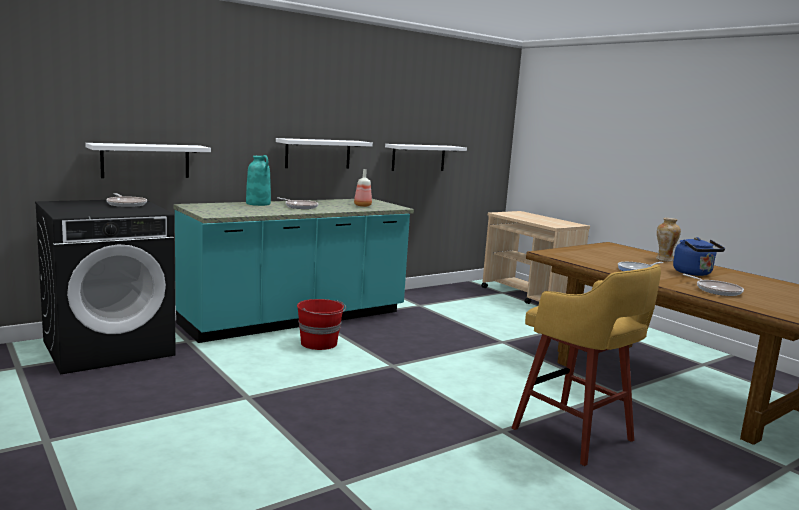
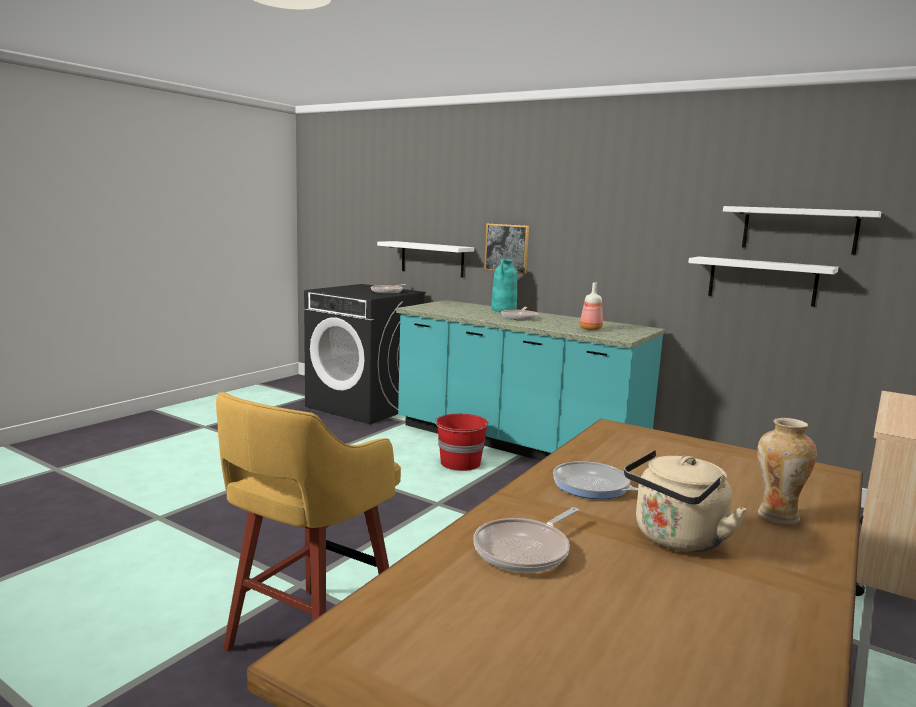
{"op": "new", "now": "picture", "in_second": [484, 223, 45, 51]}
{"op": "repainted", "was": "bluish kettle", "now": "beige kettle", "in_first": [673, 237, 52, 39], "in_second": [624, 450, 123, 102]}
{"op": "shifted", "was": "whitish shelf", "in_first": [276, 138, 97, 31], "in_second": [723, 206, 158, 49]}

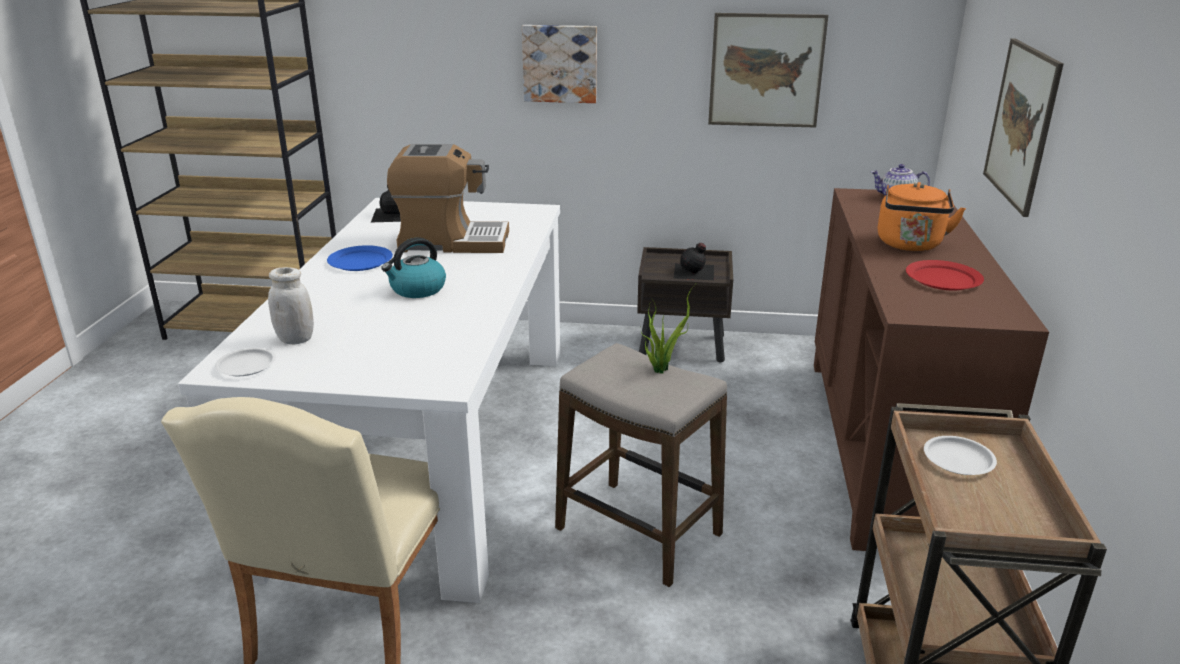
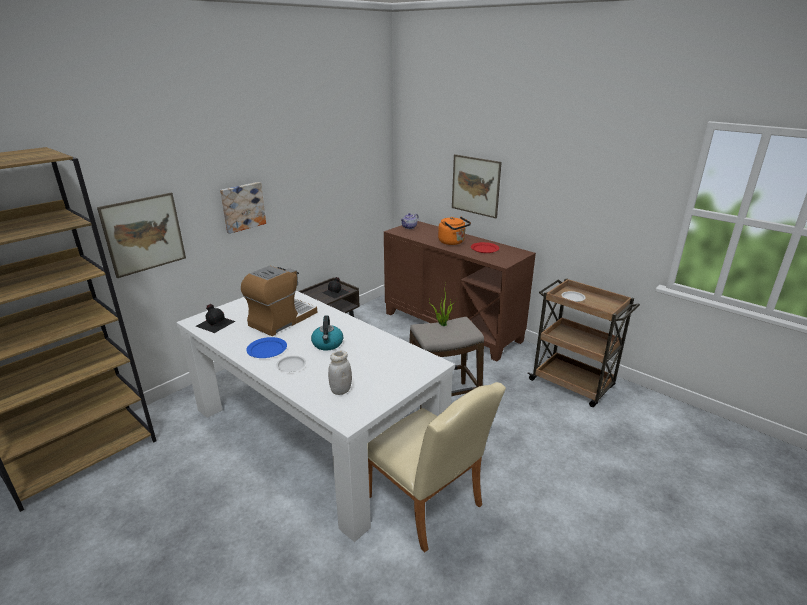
{"op": "shifted", "was": "picture", "in_first": [708, 13, 120, 115], "in_second": [97, 193, 89, 85]}
{"op": "shifted", "was": "whitish flat dish", "in_first": [215, 348, 61, 28], "in_second": [276, 356, 30, 16]}

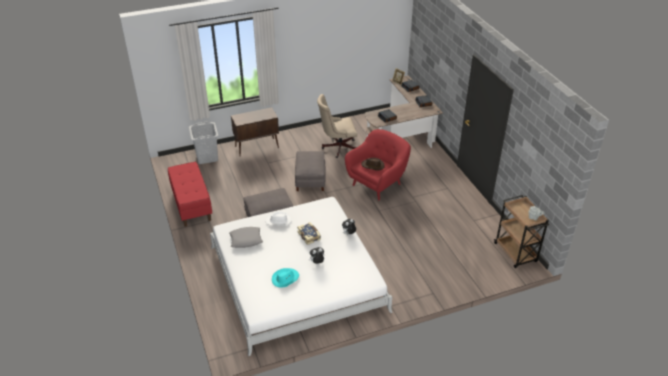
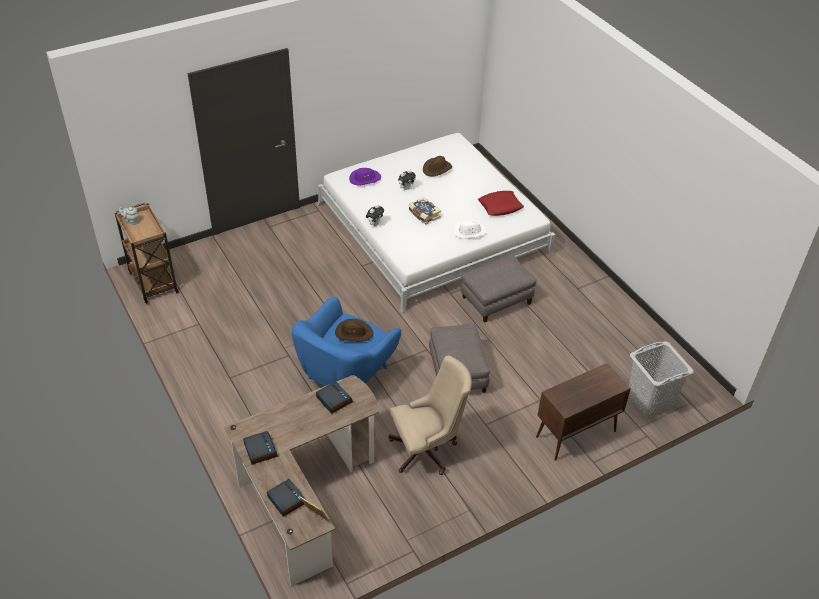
{"op": "repainted", "was": "red-coloured lounge chair", "now": "bluish lounge chair", "in_first": [345, 129, 66, 71], "in_second": [292, 297, 109, 89]}
{"op": "new", "now": "purplish hat", "in_second": [349, 168, 32, 18]}
{"op": "repainted", "was": "turquoise hat", "now": "brownish hat", "in_first": [272, 268, 27, 20], "in_second": [423, 156, 29, 21]}
{"op": "repainted", "was": "greyish cushion", "now": "red-coloured cushion", "in_first": [229, 227, 34, 21], "in_second": [478, 191, 46, 25]}
{"op": "gone", "was": "red-coloured indoor bench", "in_first": [168, 162, 44, 65]}

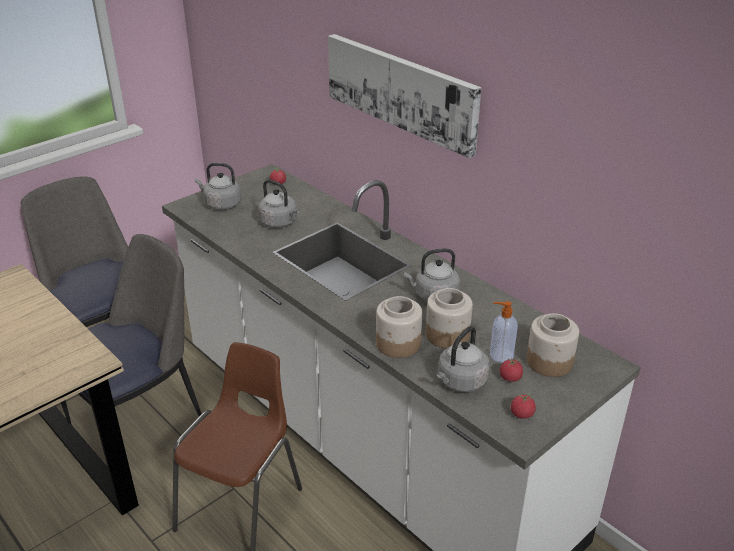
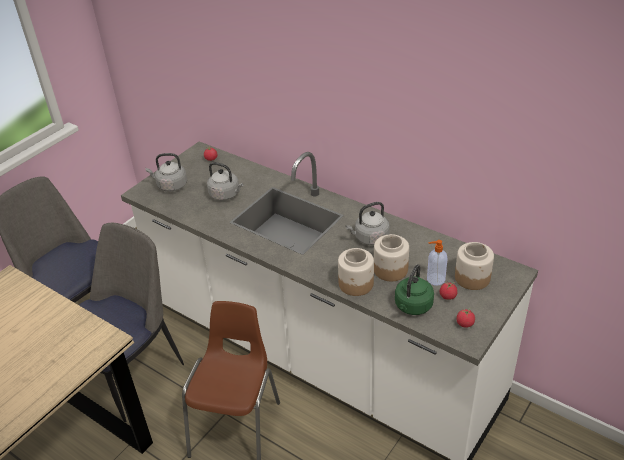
{"op": "repainted", "was": "greyish kettle", "now": "greenish kettle", "in_first": [437, 326, 53, 66], "in_second": [395, 265, 39, 50]}
{"op": "gone", "was": "picture", "in_first": [328, 34, 153, 124]}

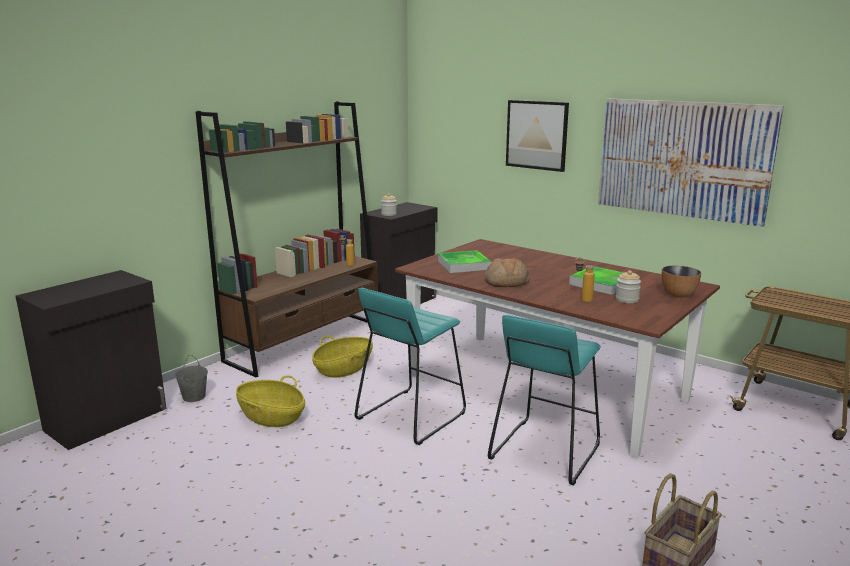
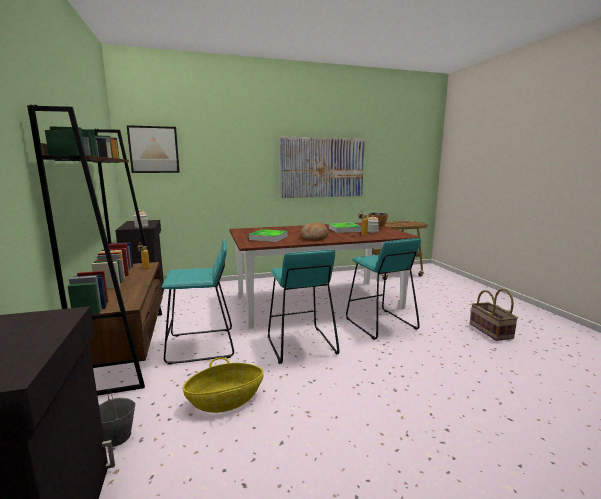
{"op": "shifted", "was": "picture", "in_first": [506, 100, 63, 72], "in_second": [126, 125, 54, 48]}
{"op": "swapped", "was": "household basket", "now": "turquoise sitting stool", "in_first": [312, 336, 61, 42], "in_second": [162, 239, 72, 126]}

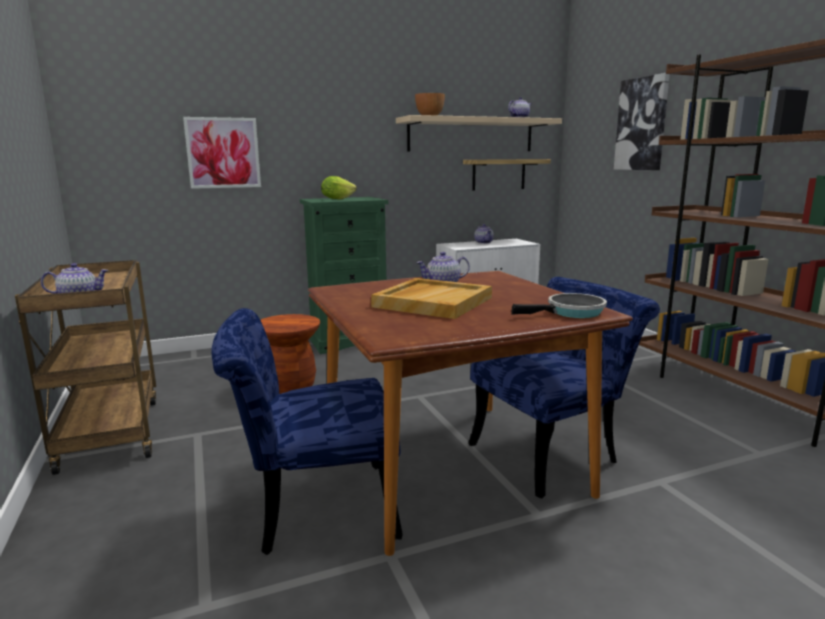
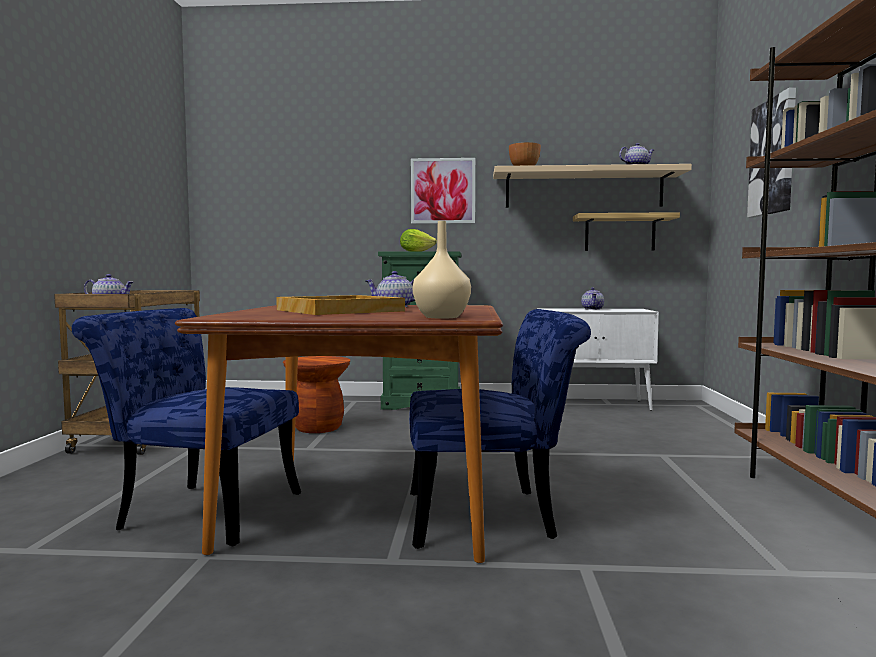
{"op": "shifted", "was": "picture", "in_first": [183, 117, 78, 72], "in_second": [411, 158, 64, 66]}
{"op": "swapped", "was": "pan", "now": "beige decorative vase", "in_first": [511, 293, 96, 25], "in_second": [413, 221, 58, 98]}

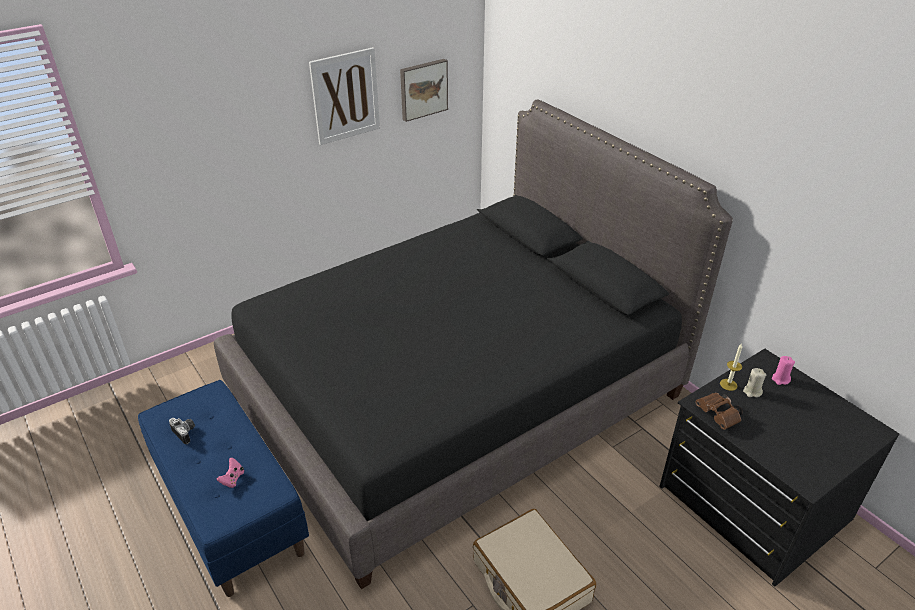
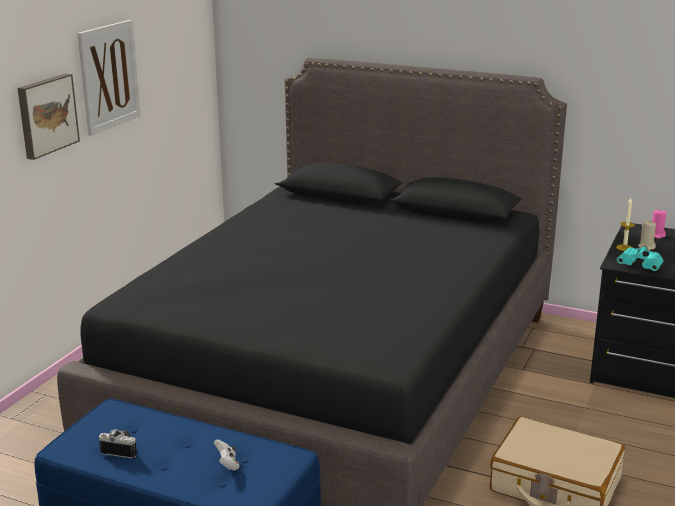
{"op": "shifted", "was": "picture", "in_first": [400, 59, 48, 63], "in_second": [18, 73, 62, 87]}
{"op": "repainted", "was": "pinkish game controller", "now": "whitish game controller", "in_first": [217, 458, 27, 30], "in_second": [214, 440, 25, 31]}
{"op": "repainted", "was": "brownish field glasses", "now": "turquoise field glasses", "in_first": [696, 393, 47, 37], "in_second": [617, 245, 47, 26]}

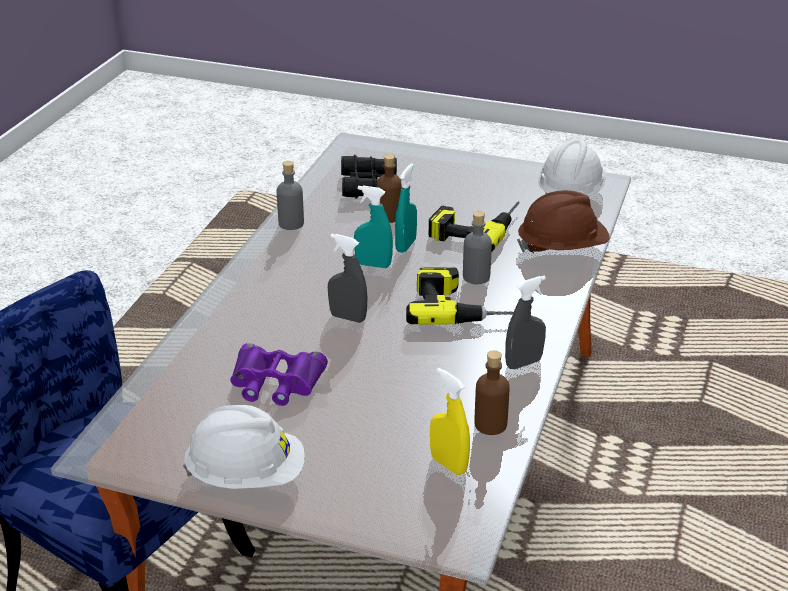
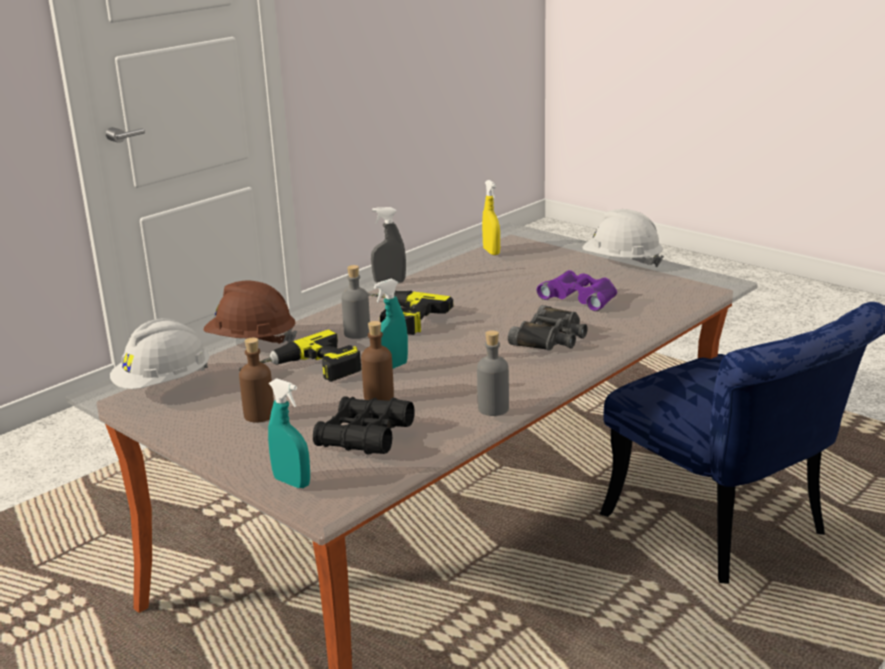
{"op": "shifted", "was": "brownish drink bottle", "in_first": [475, 350, 35, 85], "in_second": [239, 338, 35, 85]}
{"op": "shifted", "was": "turquoise spray bottle", "in_first": [354, 185, 39, 83], "in_second": [268, 378, 42, 110]}
{"op": "new", "now": "black-coloured field glasses", "in_second": [508, 305, 80, 46]}
{"op": "gone", "was": "greyish spray bottle", "in_first": [328, 234, 39, 89]}

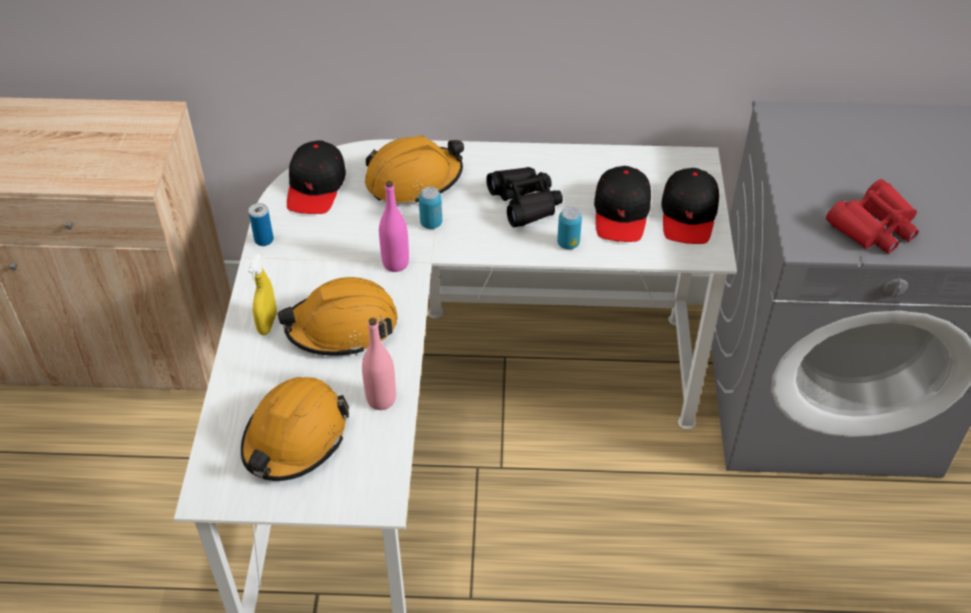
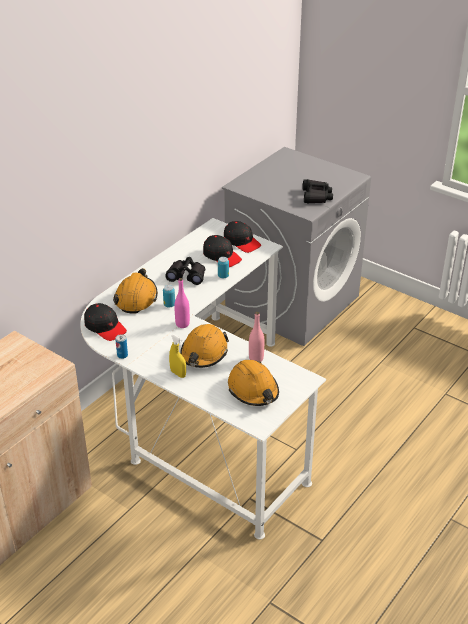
{"op": "repainted", "was": "red-coloured field glasses", "now": "black-coloured field glasses", "in_first": [826, 179, 93, 75], "in_second": [302, 179, 31, 25]}

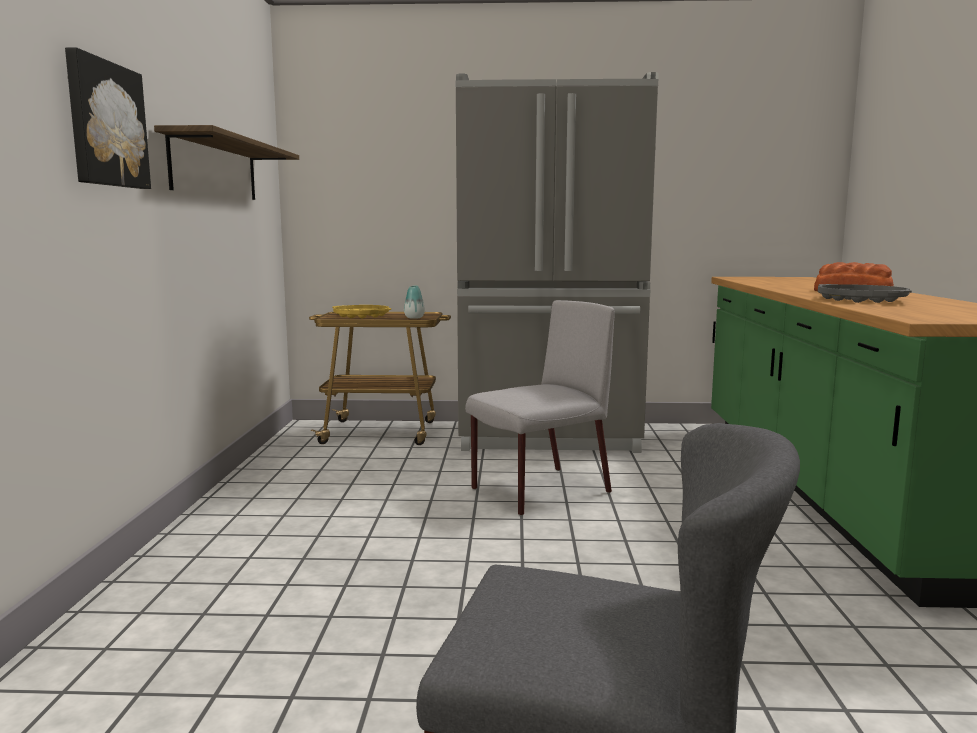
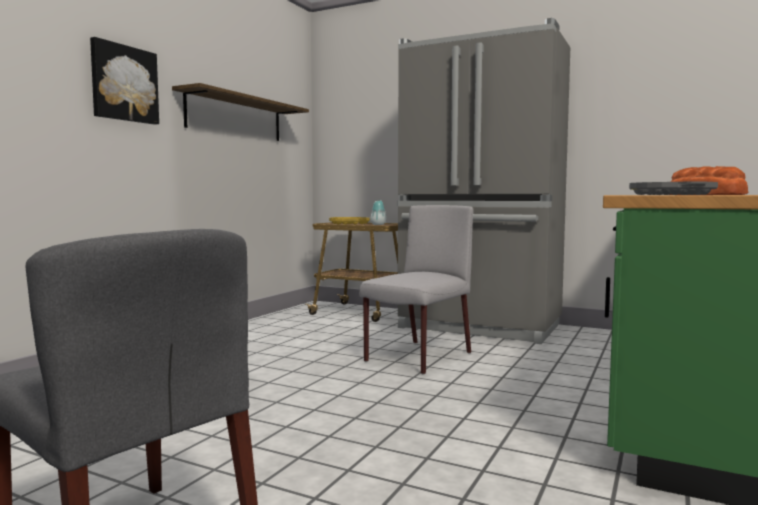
{"op": "rotated", "was": "greyish chair", "in_first": [465, 300, 150, 216], "in_second": [359, 205, 114, 170], "clockwise": -45}

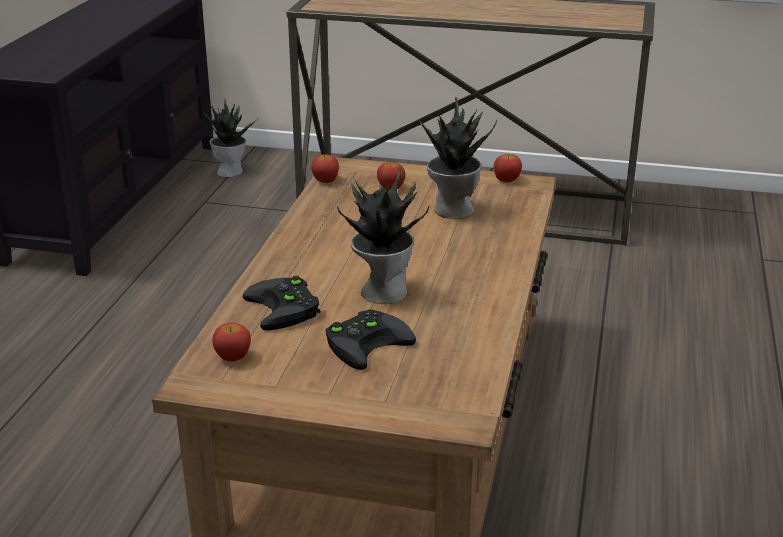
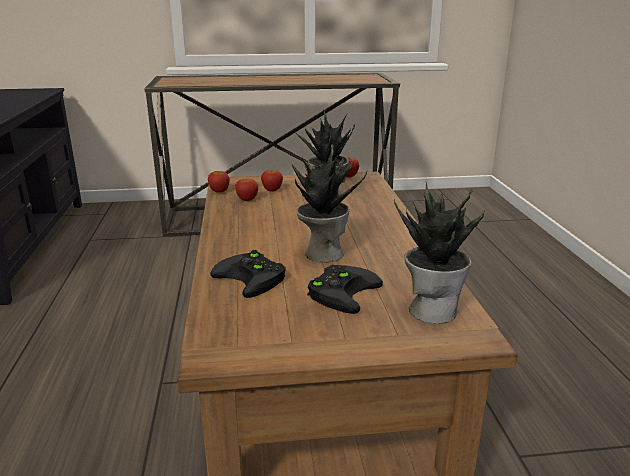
{"op": "shifted", "was": "whole apple", "in_first": [212, 323, 39, 39], "in_second": [235, 179, 23, 22]}
{"op": "shifted", "was": "plant in a pot", "in_first": [203, 100, 56, 77], "in_second": [394, 183, 92, 141]}

